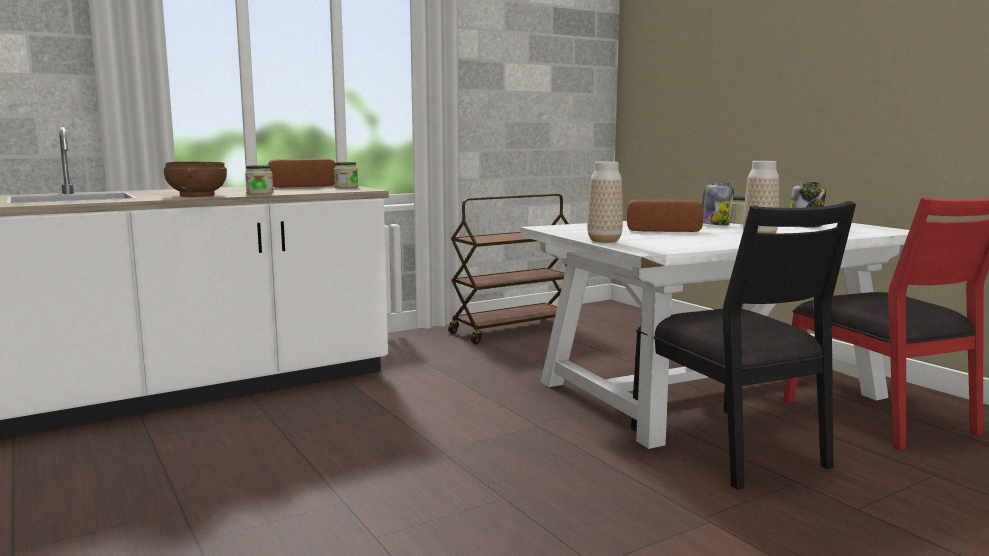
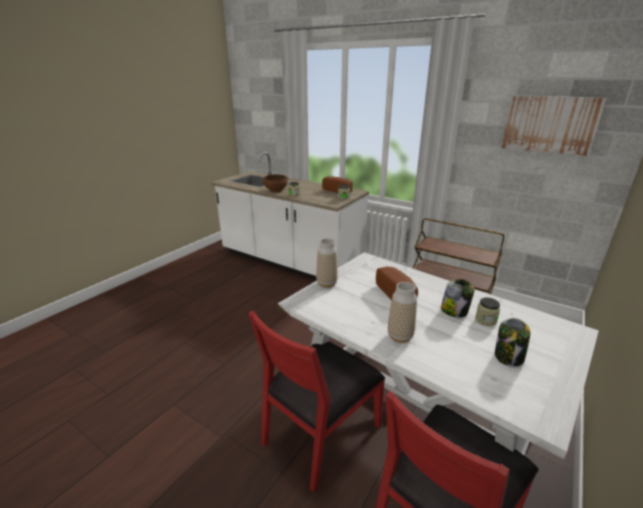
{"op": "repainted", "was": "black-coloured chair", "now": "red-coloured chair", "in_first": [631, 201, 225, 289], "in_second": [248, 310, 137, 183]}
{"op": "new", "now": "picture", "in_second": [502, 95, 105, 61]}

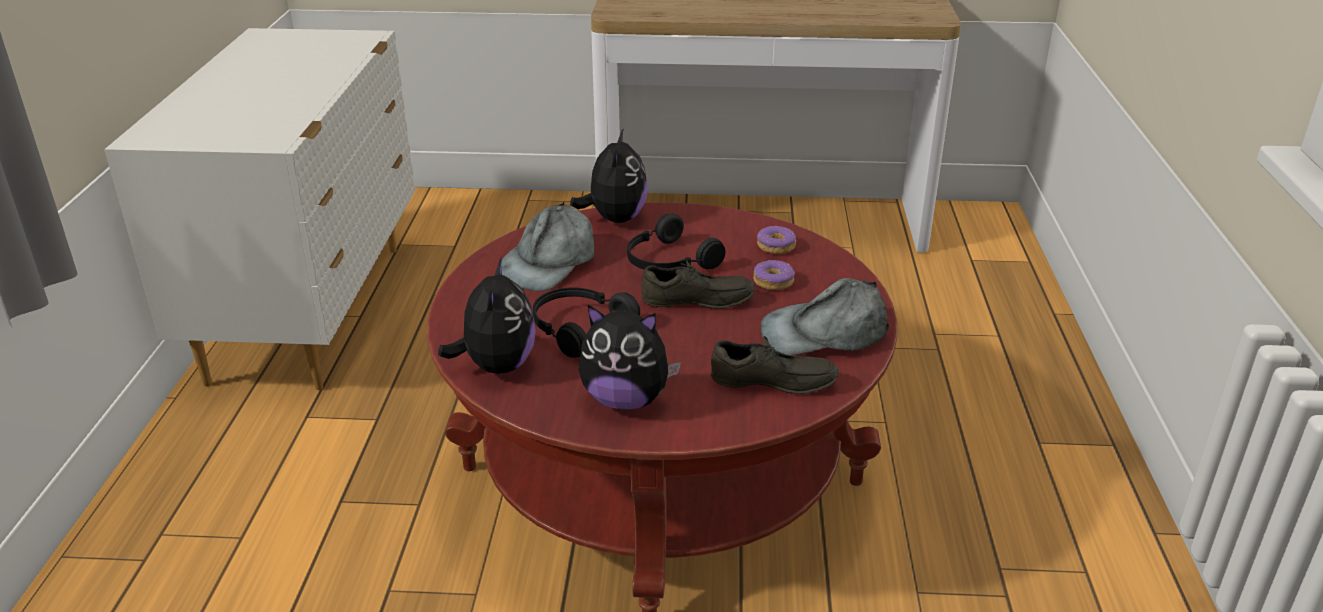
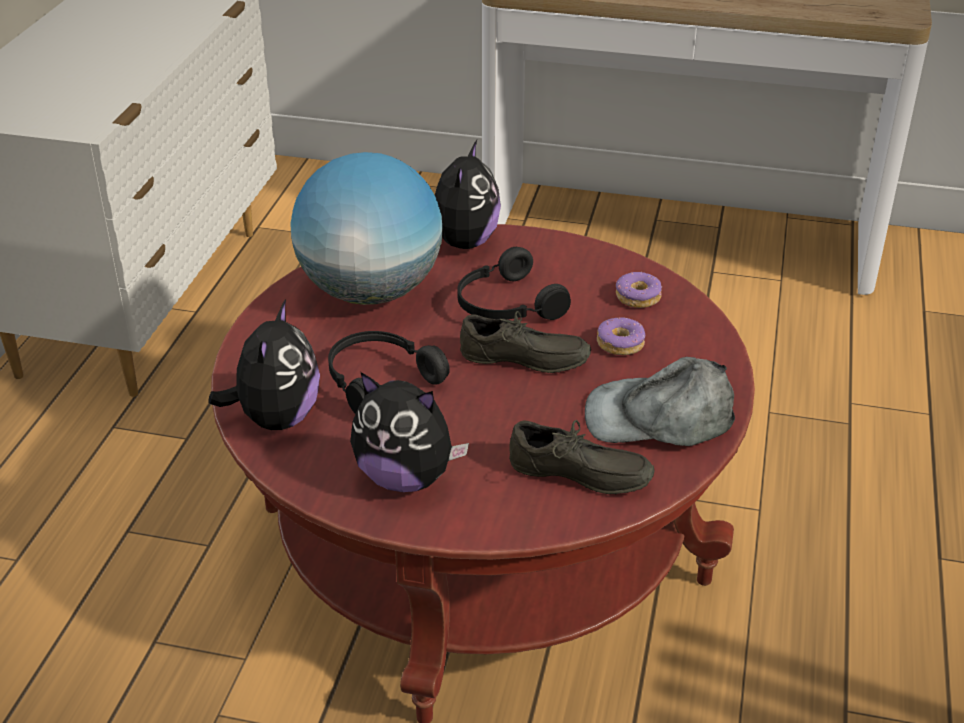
{"op": "swapped", "was": "greyish cap", "now": "world globe", "in_first": [496, 202, 98, 89], "in_second": [290, 152, 152, 153]}

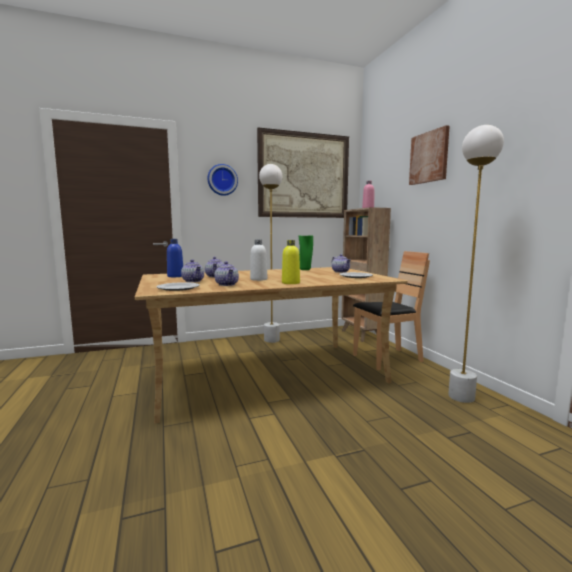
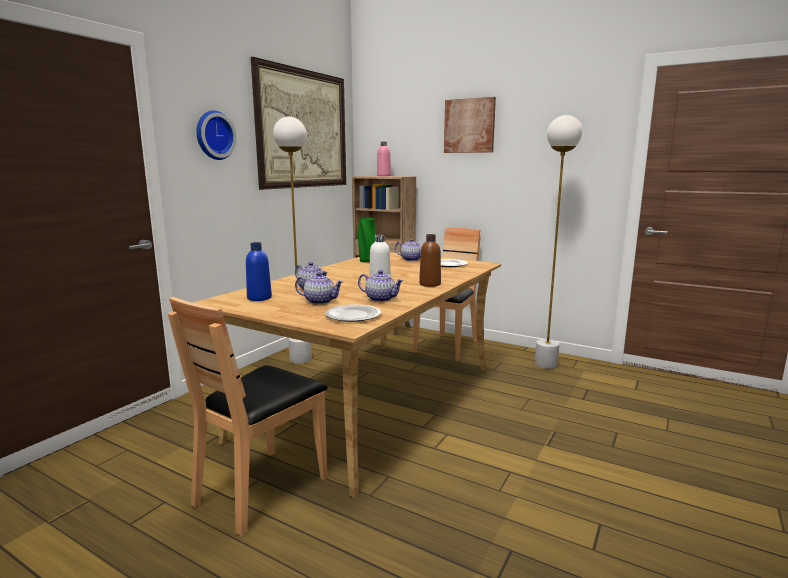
{"op": "new", "now": "brownish chair", "in_second": [168, 297, 160, 239]}
{"op": "repainted", "was": "yellow drink bottle", "now": "brownish drink bottle", "in_first": [282, 240, 18, 44], "in_second": [419, 234, 22, 53]}

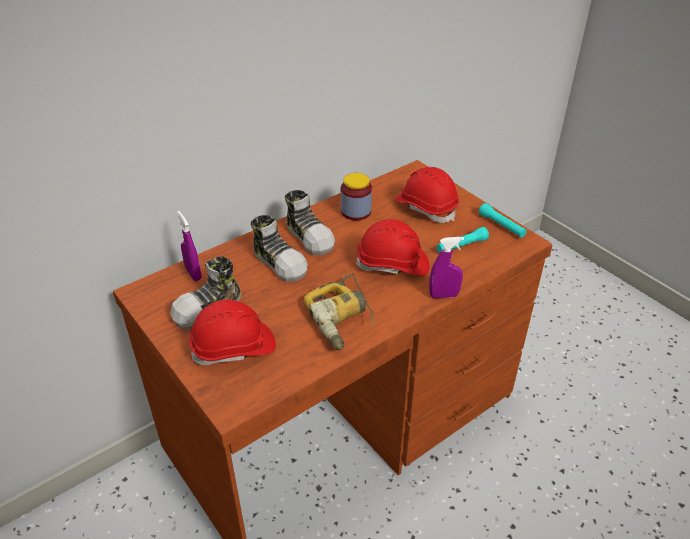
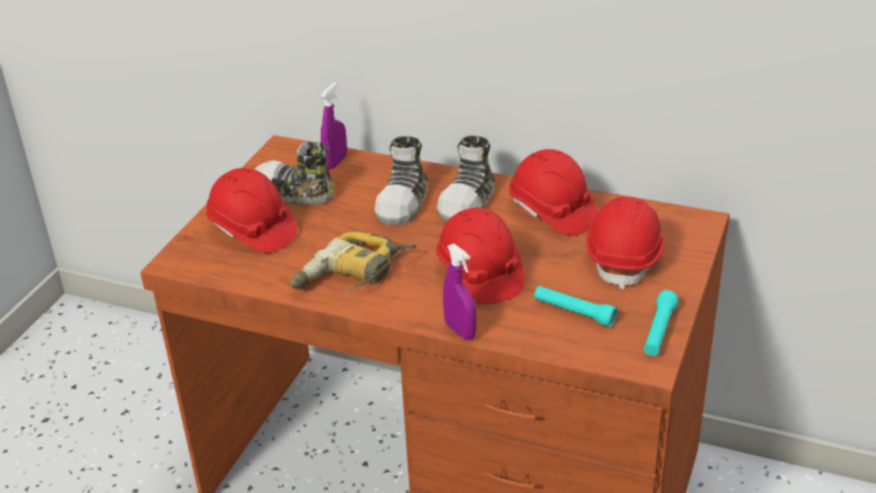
{"op": "swapped", "was": "preserve jar", "now": "red-coloured work helmet", "in_first": [341, 173, 31, 48], "in_second": [509, 149, 89, 87]}

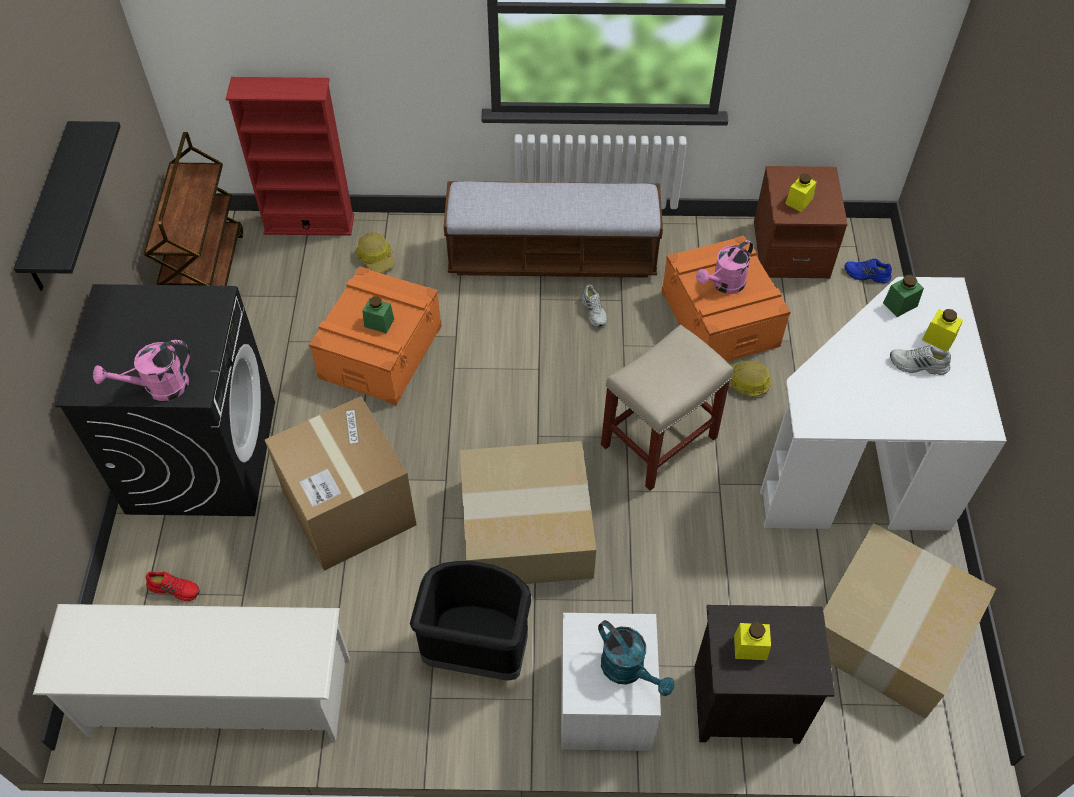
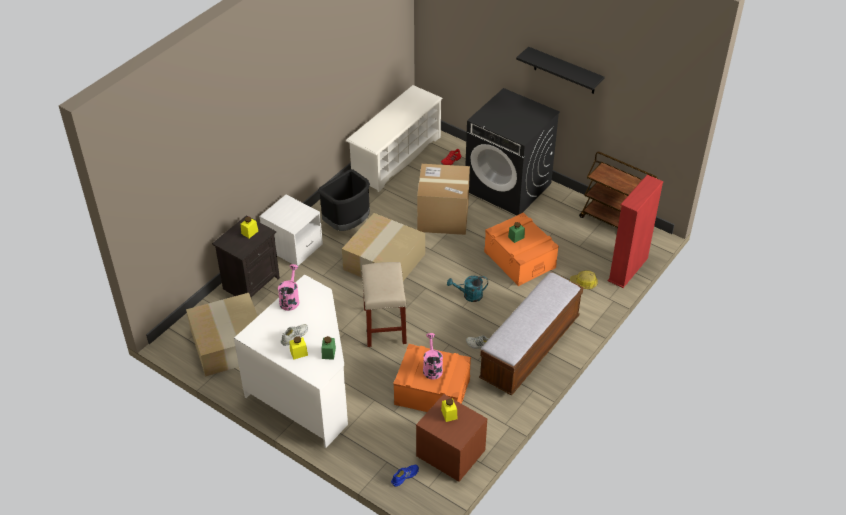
{"op": "shifted", "was": "pinkish watering can", "in_first": [93, 340, 97, 61], "in_second": [278, 264, 22, 47]}
{"op": "shifted", "was": "turquoise watering can", "in_first": [598, 620, 76, 76], "in_second": [447, 276, 41, 26]}
{"op": "gone", "was": "work helmet", "in_first": [729, 360, 42, 37]}

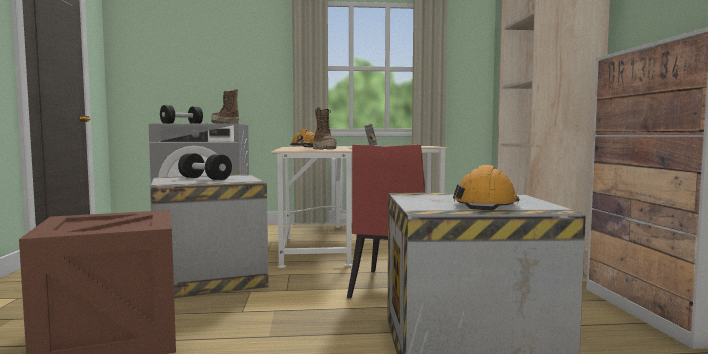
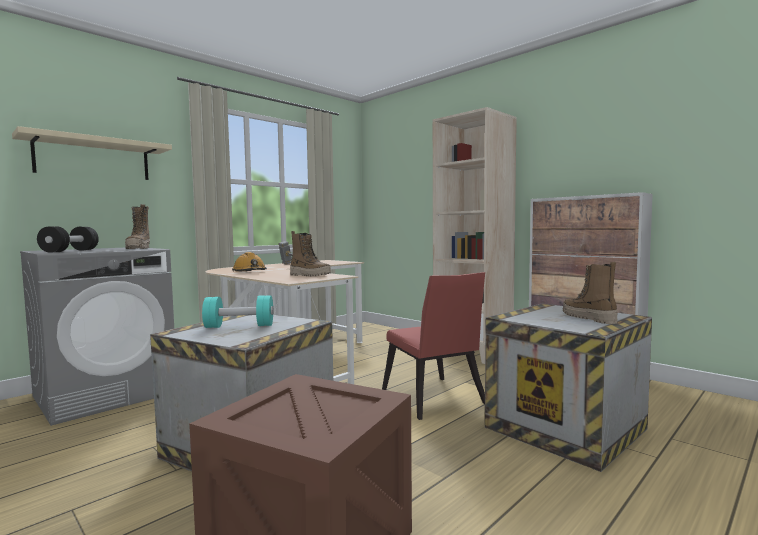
{"op": "new", "now": "beige shelf", "in_second": [12, 126, 160, 54]}
{"op": "repainted", "was": "black-coloured dumbbell", "now": "turquoise dumbbell", "in_first": [178, 154, 54, 26], "in_second": [202, 295, 72, 33]}
{"op": "swapped", "was": "orangey work helmet", "now": "boot", "in_first": [453, 165, 67, 45], "in_second": [563, 262, 55, 62]}

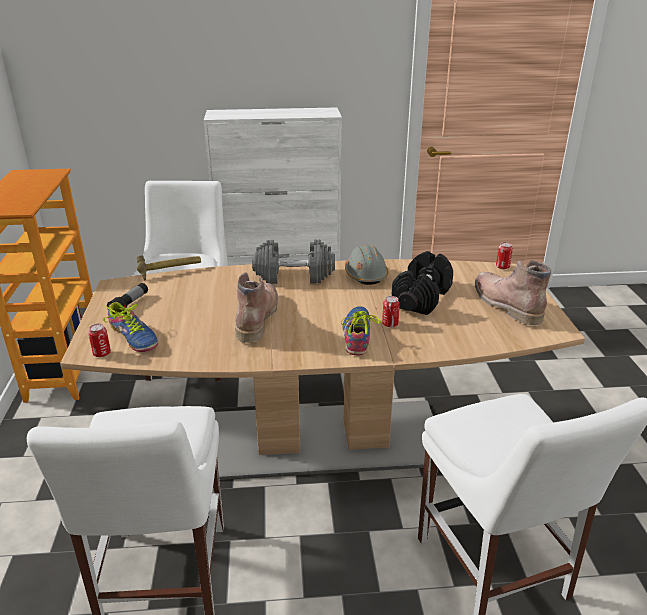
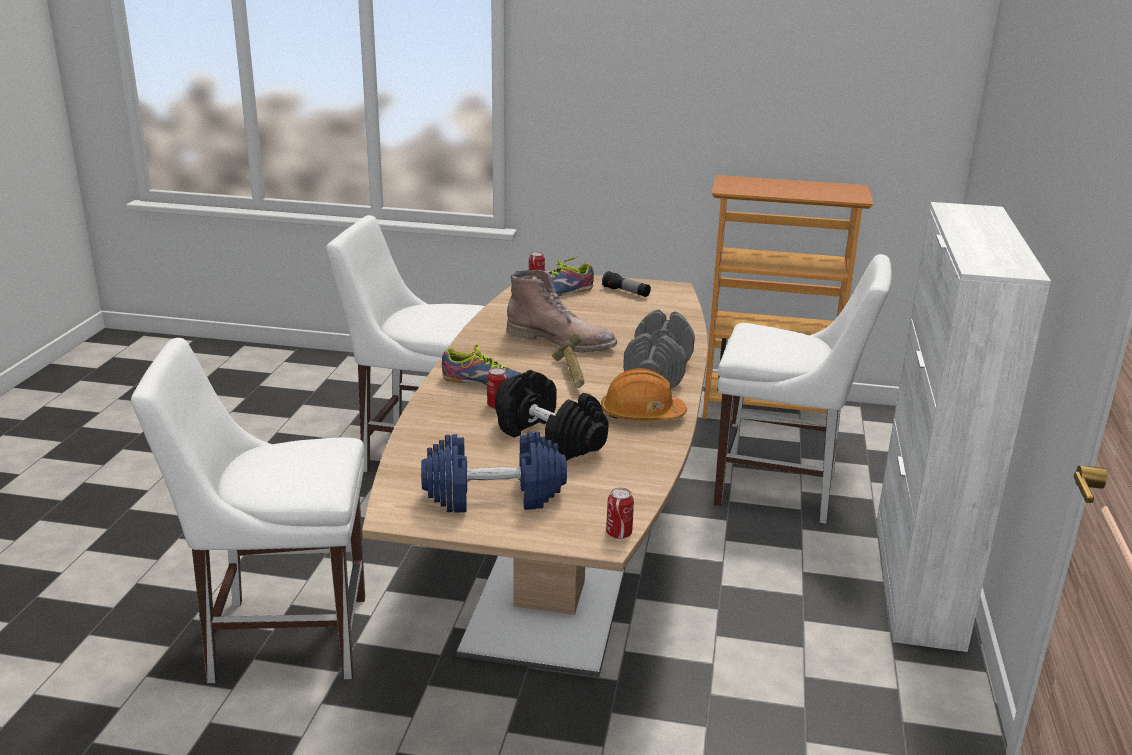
{"op": "swapped", "was": "brownish boot", "now": "bluish dumbbell", "in_first": [475, 260, 76, 66], "in_second": [421, 432, 146, 81]}
{"op": "shifted", "was": "hand hammer", "in_first": [137, 256, 64, 24], "in_second": [552, 333, 32, 55]}
{"op": "repainted", "was": "greyish work helmet", "now": "orangey work helmet", "in_first": [345, 244, 43, 41], "in_second": [601, 368, 86, 53]}

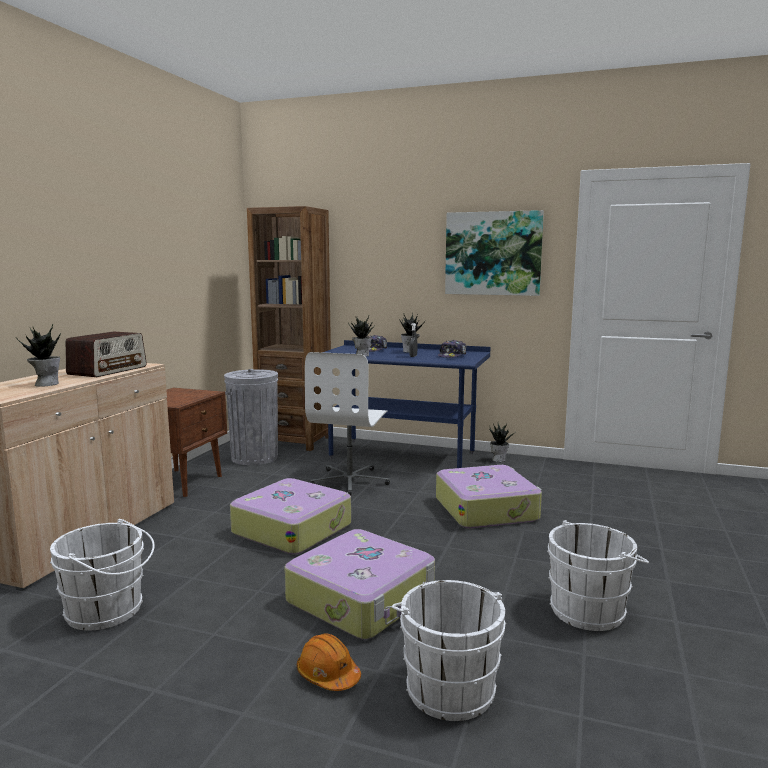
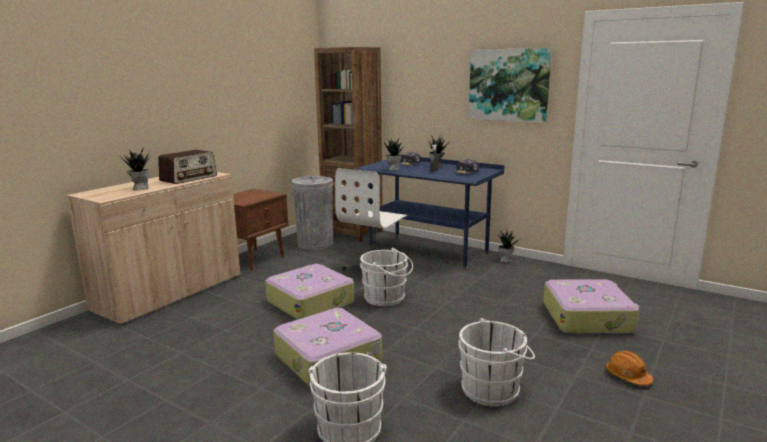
{"op": "shifted", "was": "whitish water bucket", "in_first": [50, 519, 105, 112], "in_second": [360, 248, 53, 58]}
{"op": "shifted", "was": "suitcase", "in_first": [436, 465, 106, 63], "in_second": [543, 279, 97, 55]}
{"op": "shifted", "was": "orangey work helmet", "in_first": [297, 633, 64, 58], "in_second": [606, 351, 47, 35]}

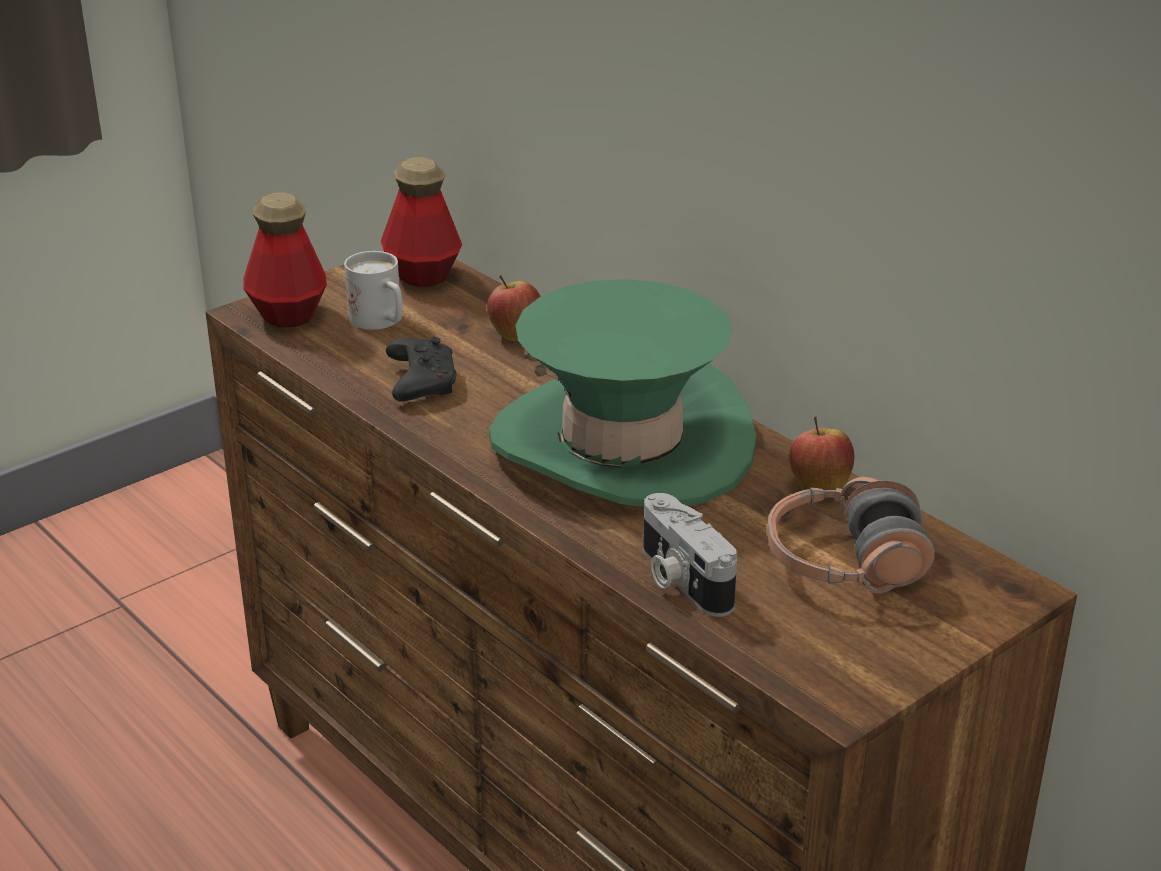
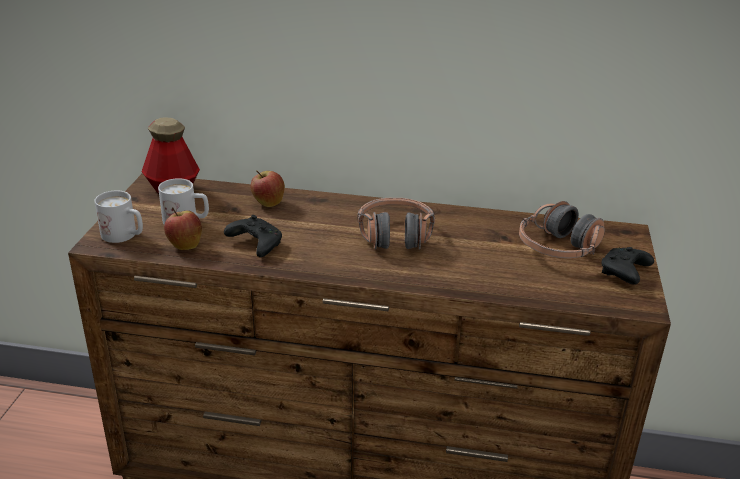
{"op": "swapped", "was": "drink bottle", "now": "whitish coffee mug", "in_first": [243, 193, 84, 134], "in_second": [95, 191, 48, 52]}
{"op": "shifted", "was": "whole apple", "in_first": [790, 416, 64, 74], "in_second": [164, 207, 38, 43]}
{"op": "swapped", "was": "greenish hat", "now": "headphones", "in_first": [489, 279, 268, 228], "in_second": [358, 198, 77, 52]}
{"op": "new", "now": "black-coloured game controller", "in_second": [601, 247, 53, 38]}
{"op": "gone", "was": "photo camera", "in_first": [643, 493, 94, 124]}

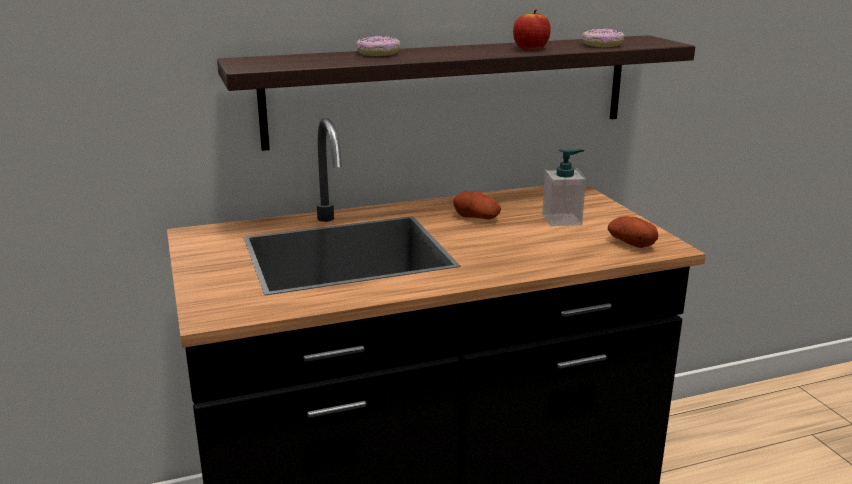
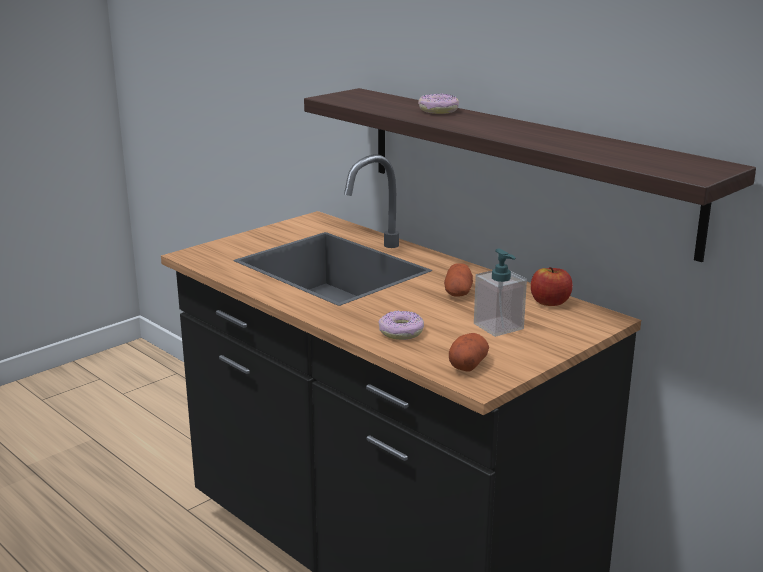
{"op": "shifted", "was": "donut", "in_first": [582, 28, 42, 19], "in_second": [379, 311, 45, 29]}
{"op": "shifted", "was": "whole apple", "in_first": [513, 9, 38, 41], "in_second": [531, 267, 42, 39]}

